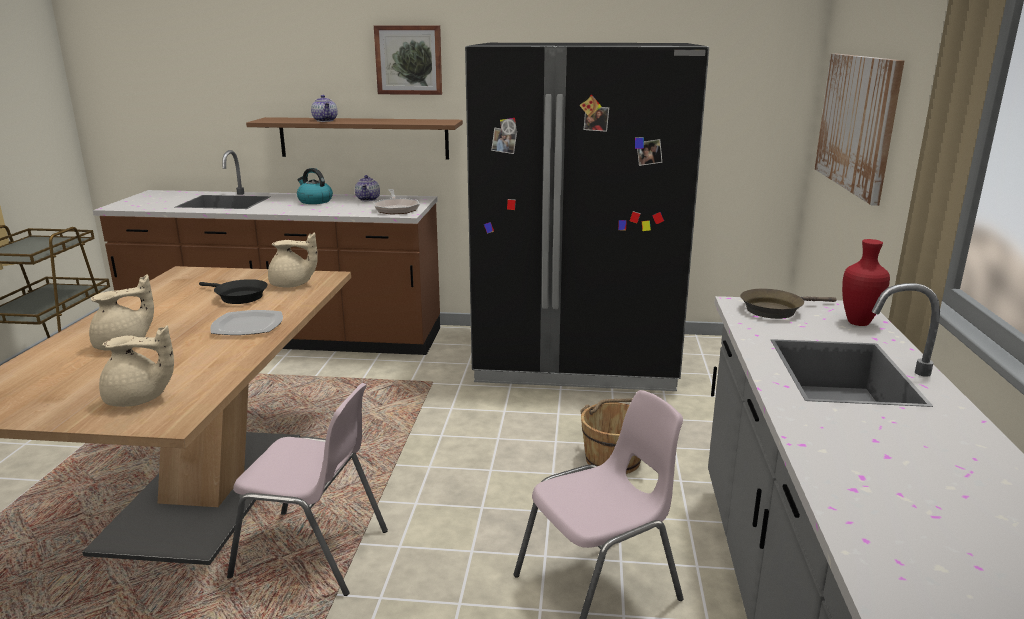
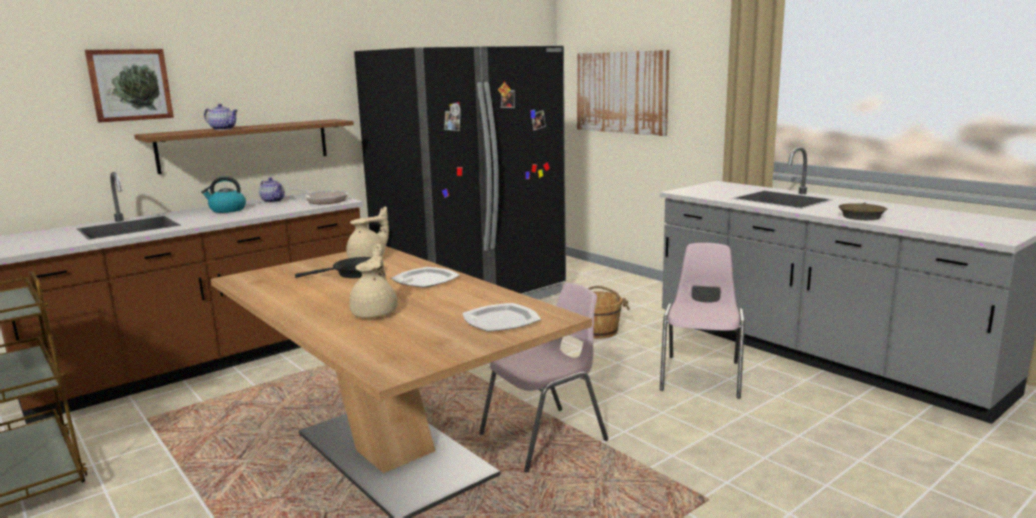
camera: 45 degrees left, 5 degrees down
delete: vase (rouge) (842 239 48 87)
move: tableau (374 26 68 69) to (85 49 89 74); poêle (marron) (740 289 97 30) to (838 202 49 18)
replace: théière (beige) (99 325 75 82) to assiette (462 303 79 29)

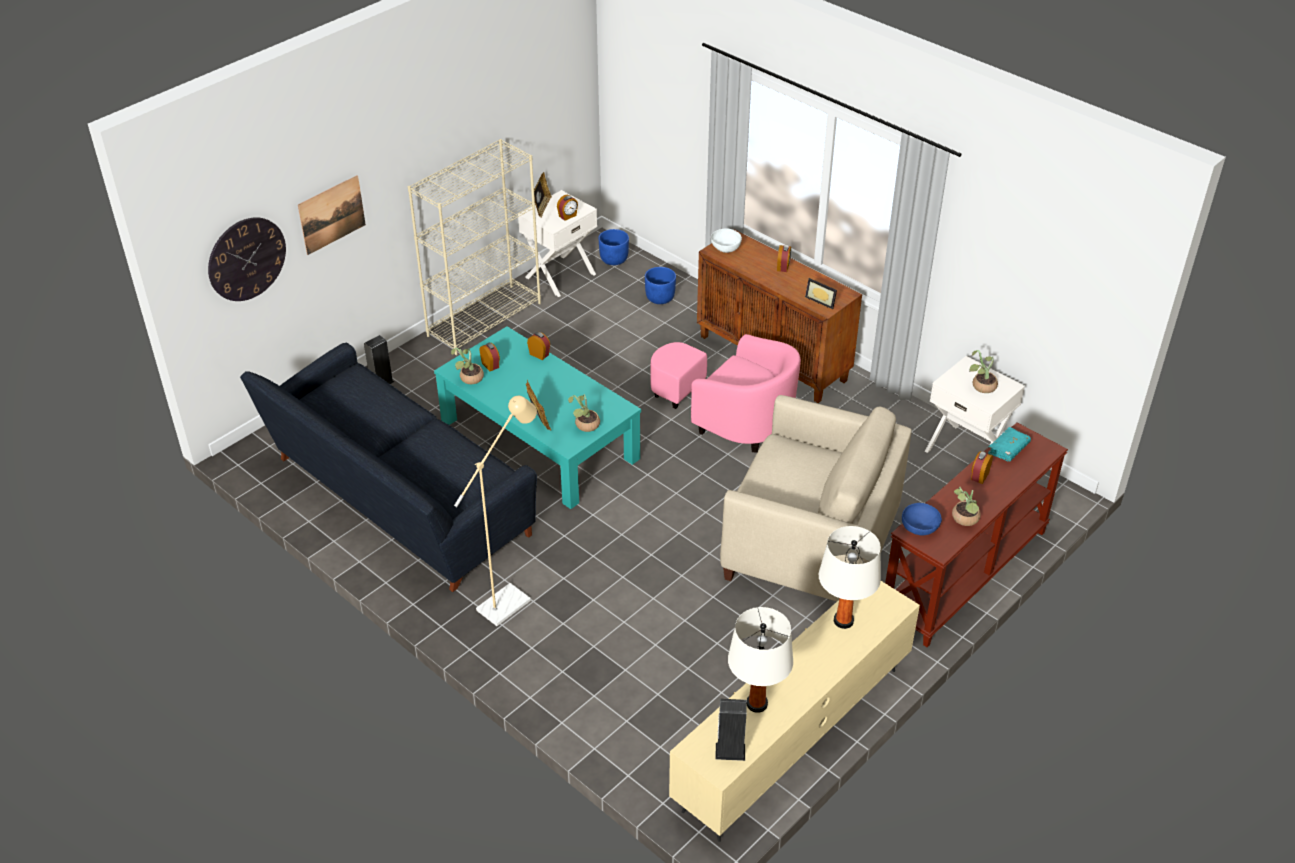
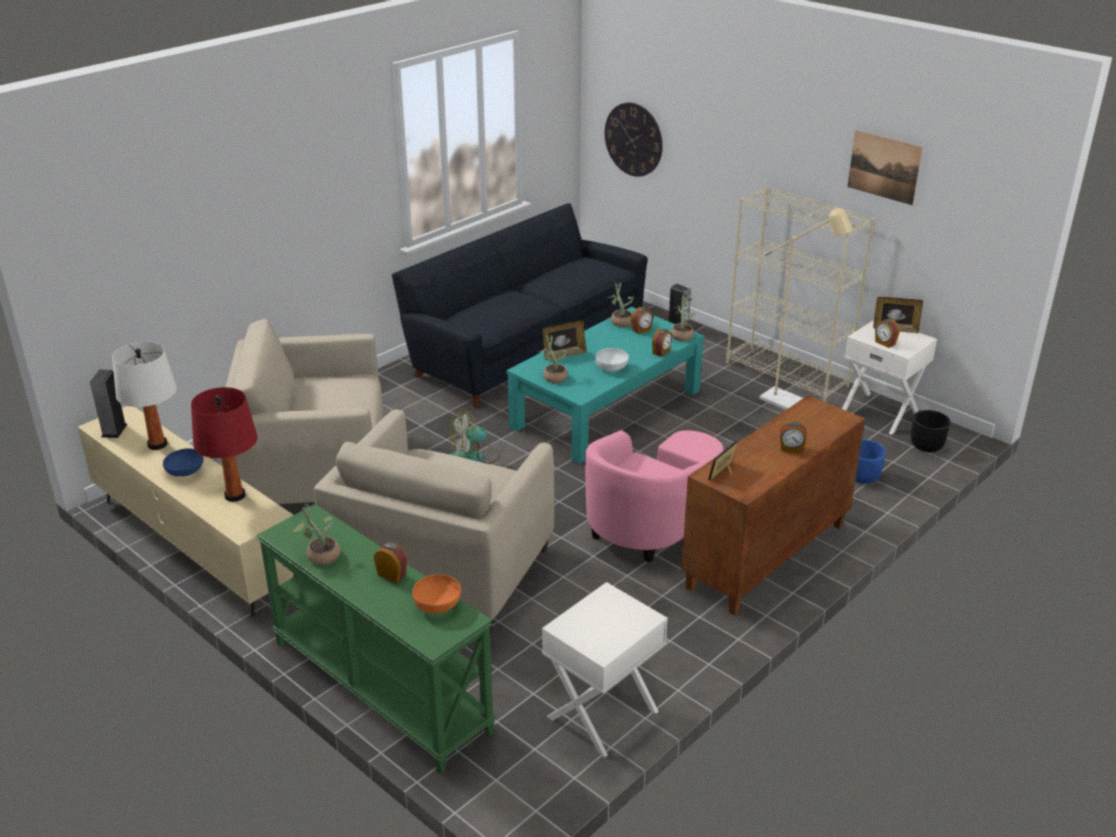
camera: 90 degrees right, 10 degrees down
insert: fauteuil (beige) (225 319 158 185); ventilateur (449 410 51 54)
move: tableau (298 175 68 80) to (848 130 75 75); lampadaire (beige) (454 396 83 230) to (759 206 94 204); bol (blanc) (711 229 31 24) to (595 348 34 24); bol (bleu) (902 503 40 32) to (163 448 41 28); plante en pot (969 350 29 43) to (671 295 26 46)
replace: livre (turquoise) (988 427 43 35) to bol (orange) (412 574 49 40)
recolor: cache-pot (bleu) (598 229 31 36) to cache-pot (noir) (911 410 40 42); lampe de table (blanc) (819 526 62 103) to lampe de table (rouge) (191 387 66 115); table console (marron) (885 422 183 225) to table console (vert) (257 504 239 270)

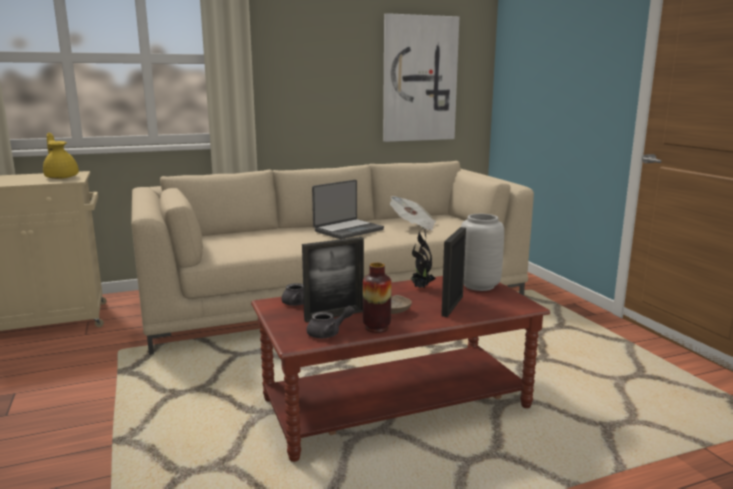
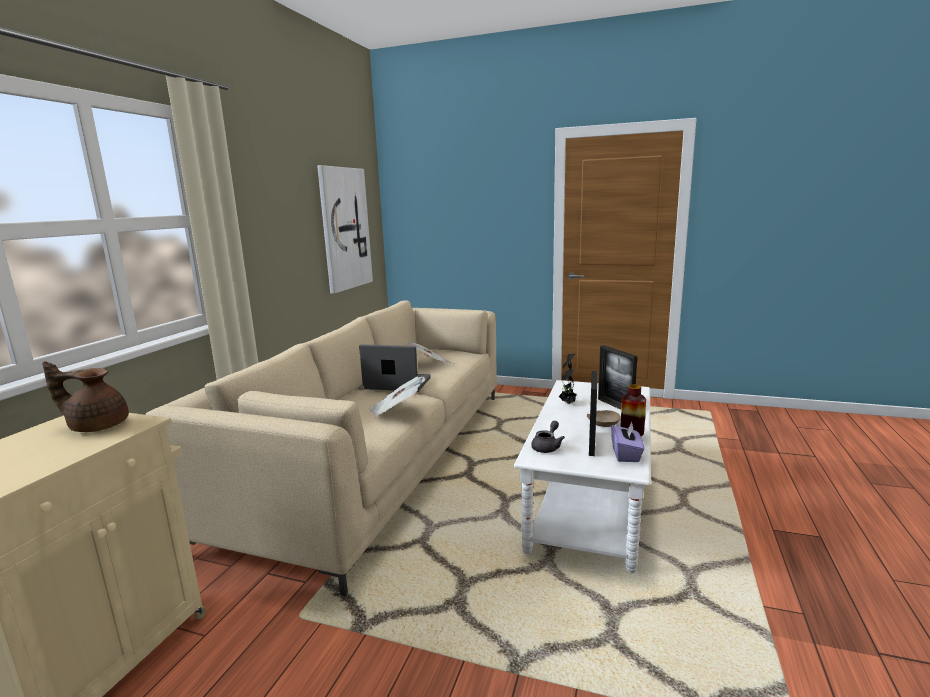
camera: 50 degrees left, 0 degrees up
delete: vase (gris) (461 214 43 77)
insert: journal (369 377 56 40)
replace: théière (gris) (307 306 48 32) to boîte à mouchoirs (violet) (611 422 33 40)
recolor: théière (jaune) (43 133 36 46) to théière (marron) (42 361 87 71); table basse (marron) (251 276 299 186) to table basse (blanc) (513 380 138 193)
rotate: ordinateur portable (312 180 72 59) = (359 344 72 48) 75 degrees counterclockwise

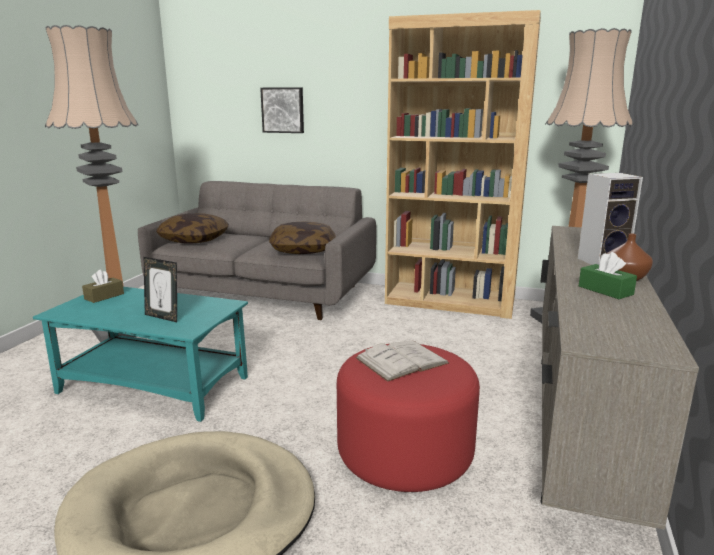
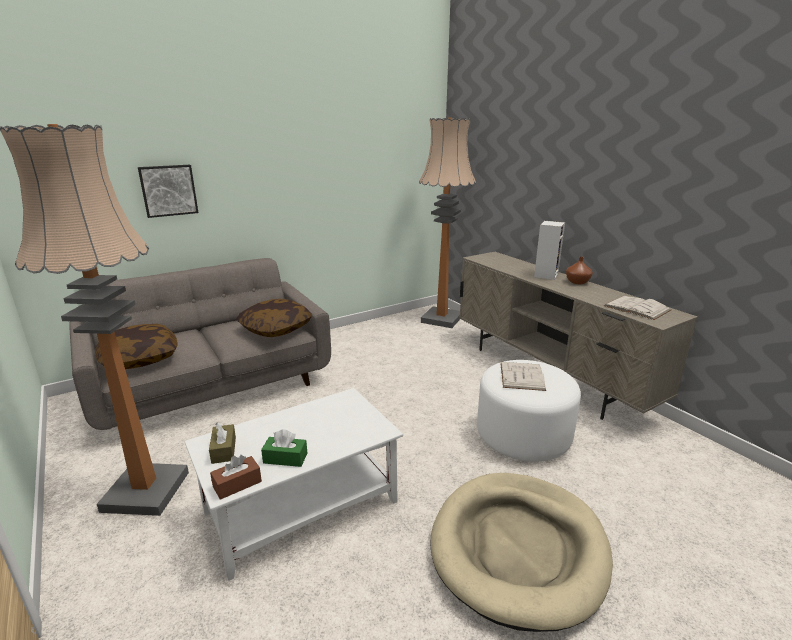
camera: 50 degrees left, 5 degrees up
delete: cadre photo (144 257 33 65); bibliothèque (marron) (385 10 156 309)
insert: boîte à mouchoirs (marron) (210 455 52 45); livre (blanc) (604 296 67 24)
move: boîte à mouchoirs (vert) (579 252 58 47) to (261 430 47 37)
recolor: table basse (turquoise) (33 287 215 135) to table basse (blanc) (185 388 218 193); pouf (rouge) (337 344 143 148) to pouf (blanc) (477 360 104 102)

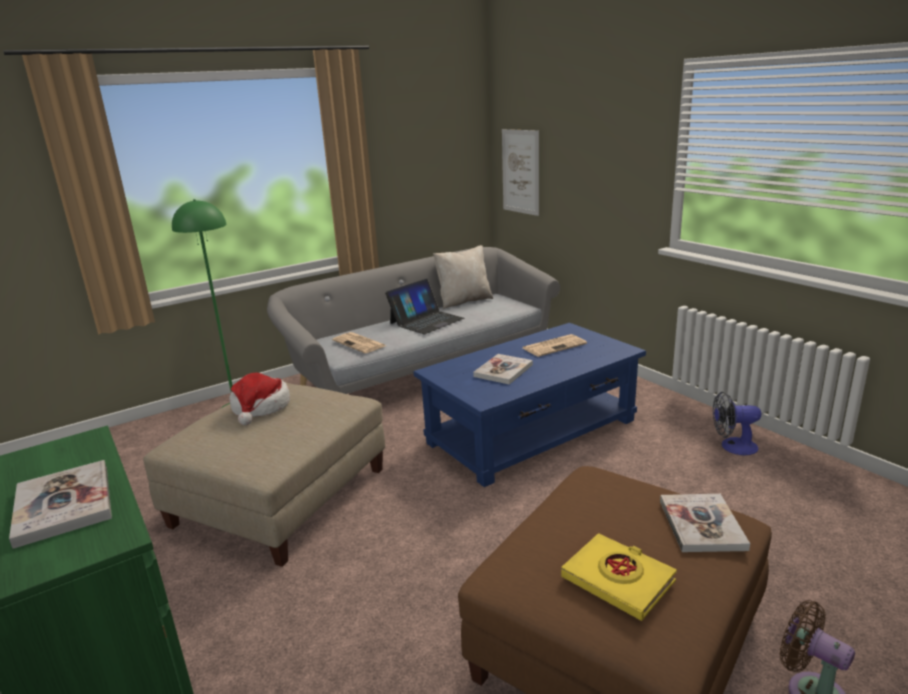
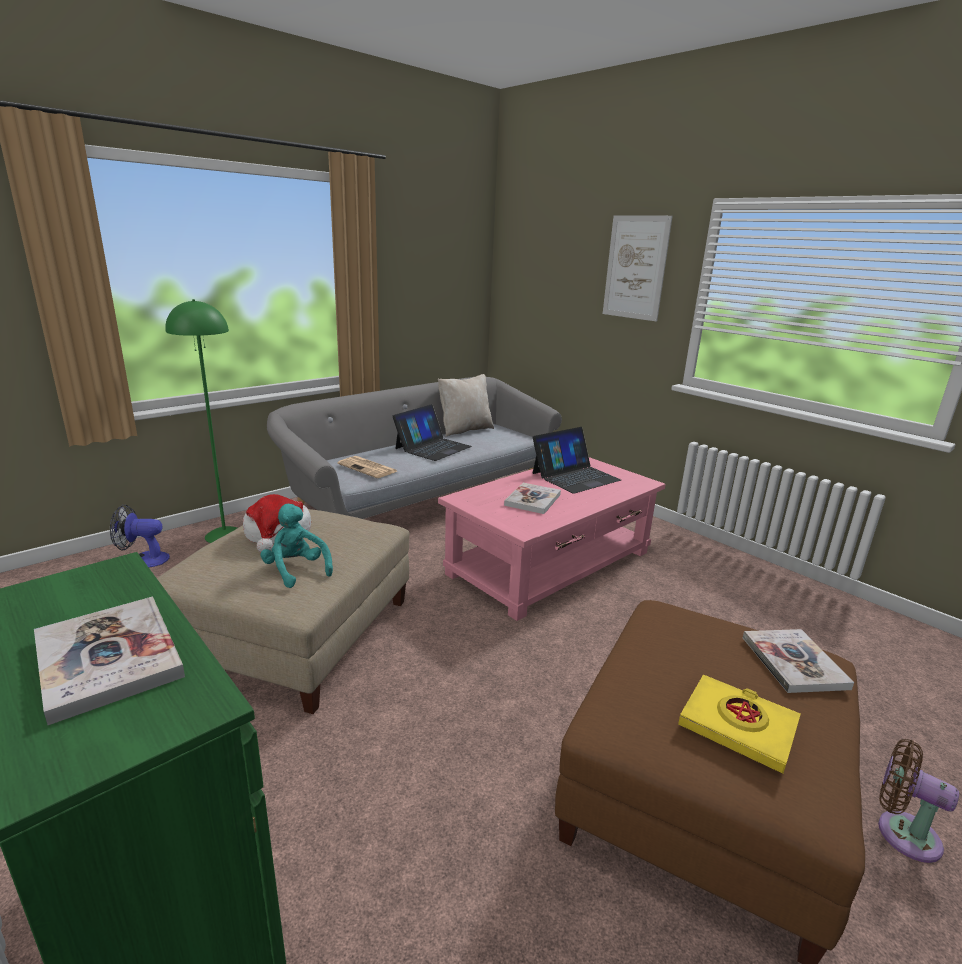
camera: 10 degrees left, 0 degrees up
insert: peluche (turquoise) (260 504 73 84)
move: tableau (502 129 37 87) to (603 215 70 107); ventilateur (713 392 48 63) to (110 505 60 63)
replace: journal (523 334 64 23) to ordinateur portable (533 427 88 66)
recolor: table basse (bleu) (413 323 233 164) to table basse (rose) (438 457 228 164)

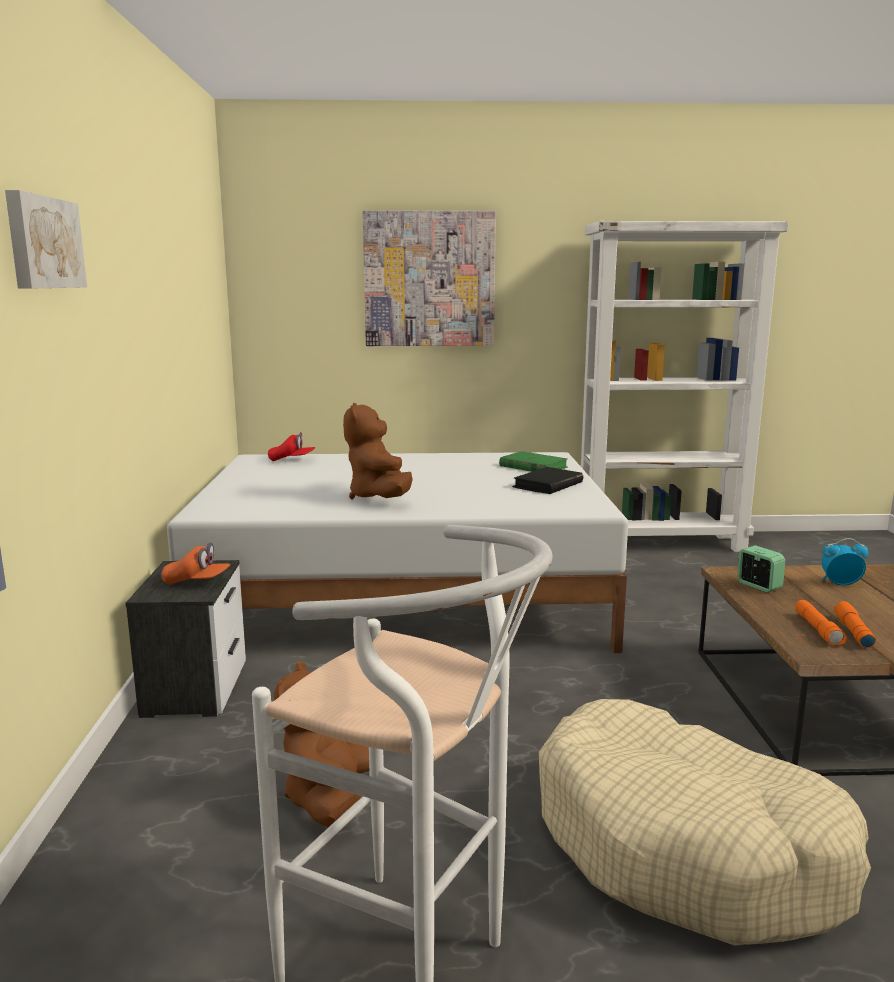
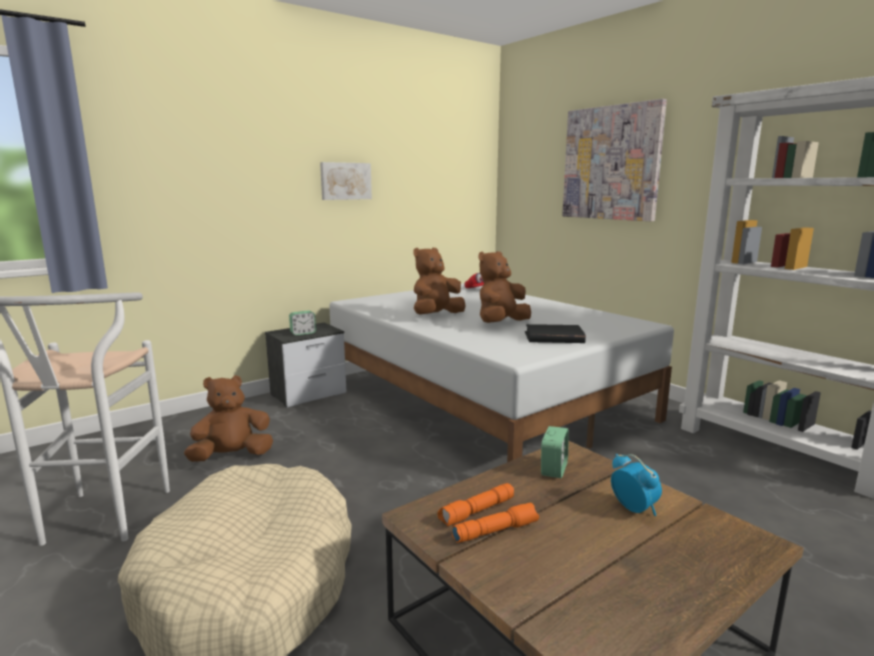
camera: 55 degrees right, 0 degrees up
delete: livre (vert) (499 451 69 21)
insert: peluche (marron) (479 251 52 72)
move: tableau (5 190 82 98) to (320 162 52 38)
replace: casquette (orange) (162 542 69 43) to réveil (289 311 27 24)

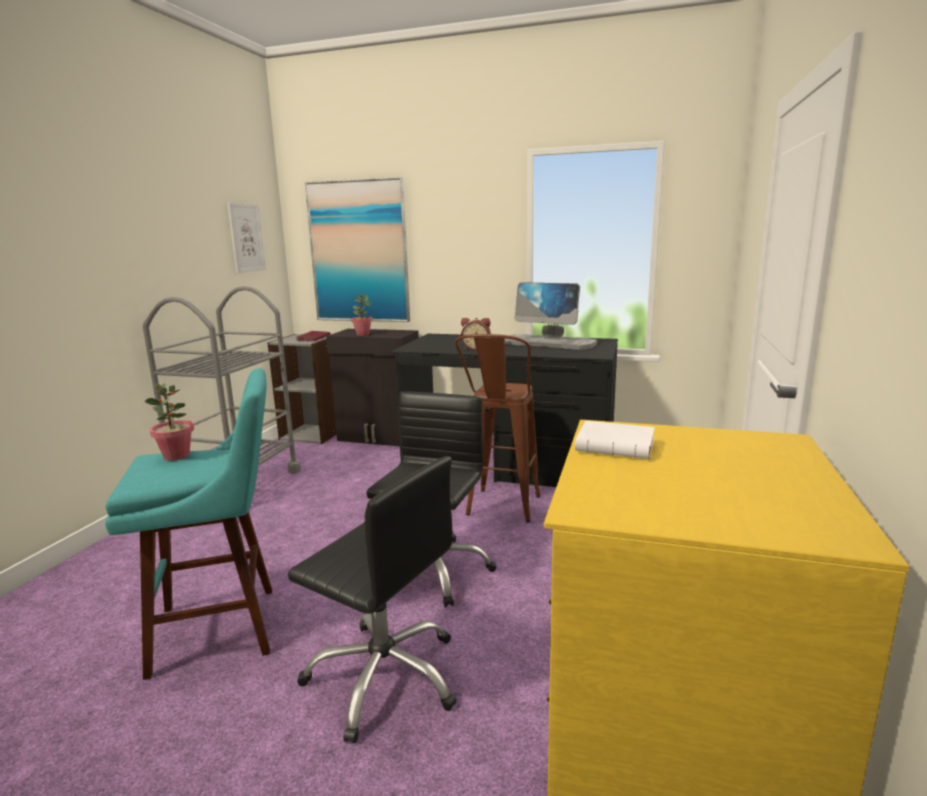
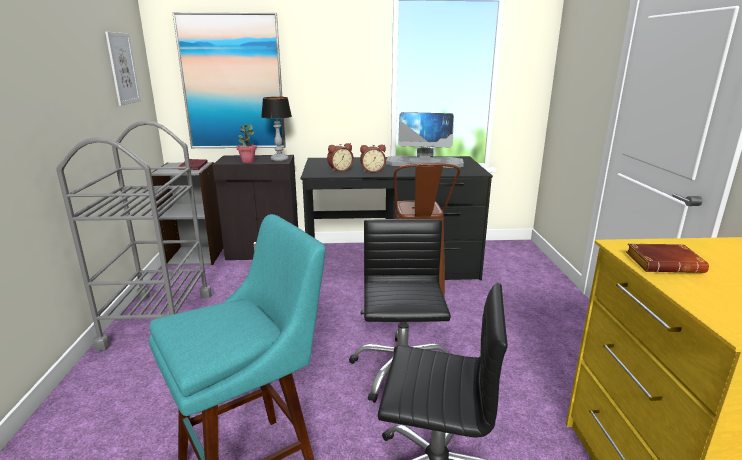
camera: 20 degrees left, 5 degrees up
delete: plante en pot (144 383 50 78)
insert: lampe de table (261 97 31 65); réveil (327 143 27 29)
recolor: livre (blanc) (575 421 80 38) to livre (marron) (626 244 83 29)

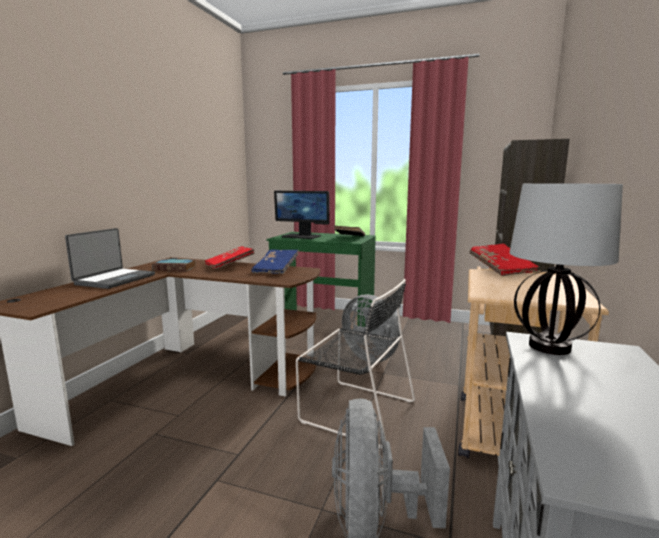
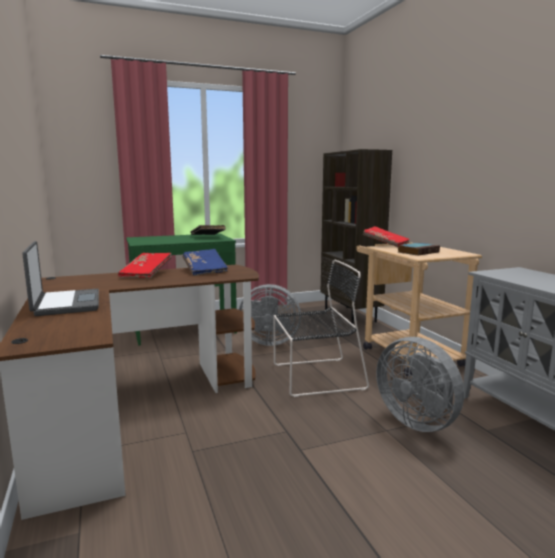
camera: 40 degrees left, 0 degrees up
delete: écran d'ordinateur (274 191 56 48); lampe de table (509 183 114 172)
move: livre (152 259 44 13) to (398 243 42 13)

